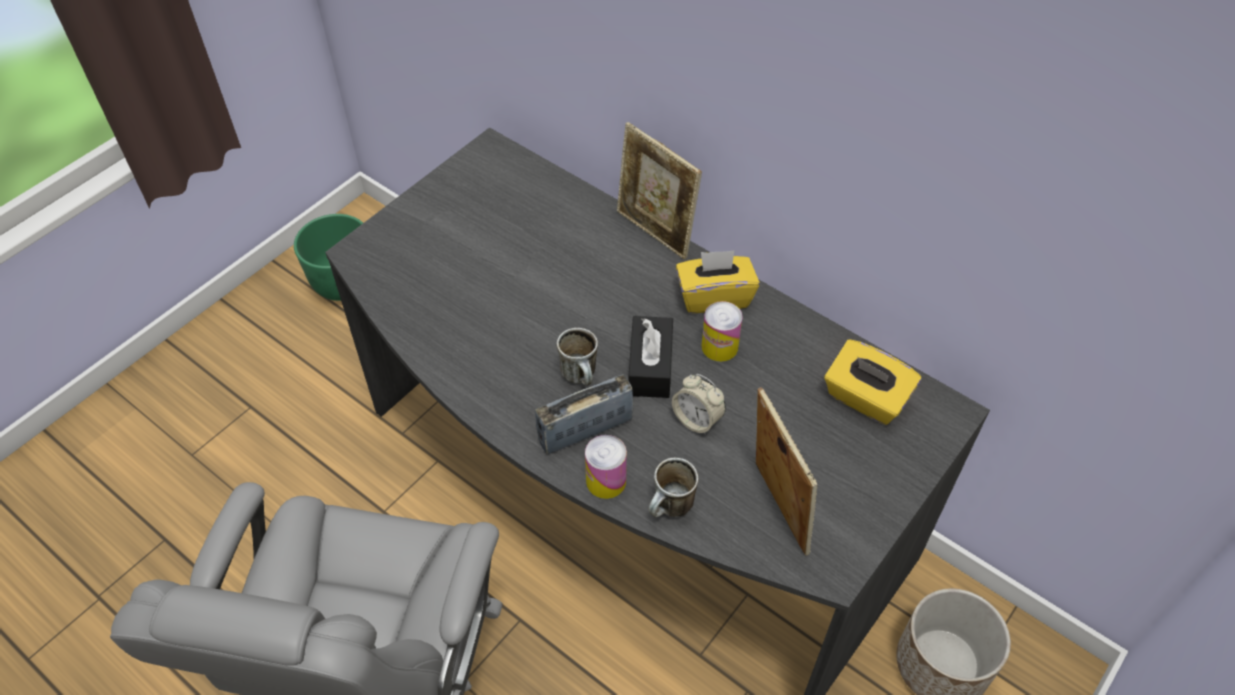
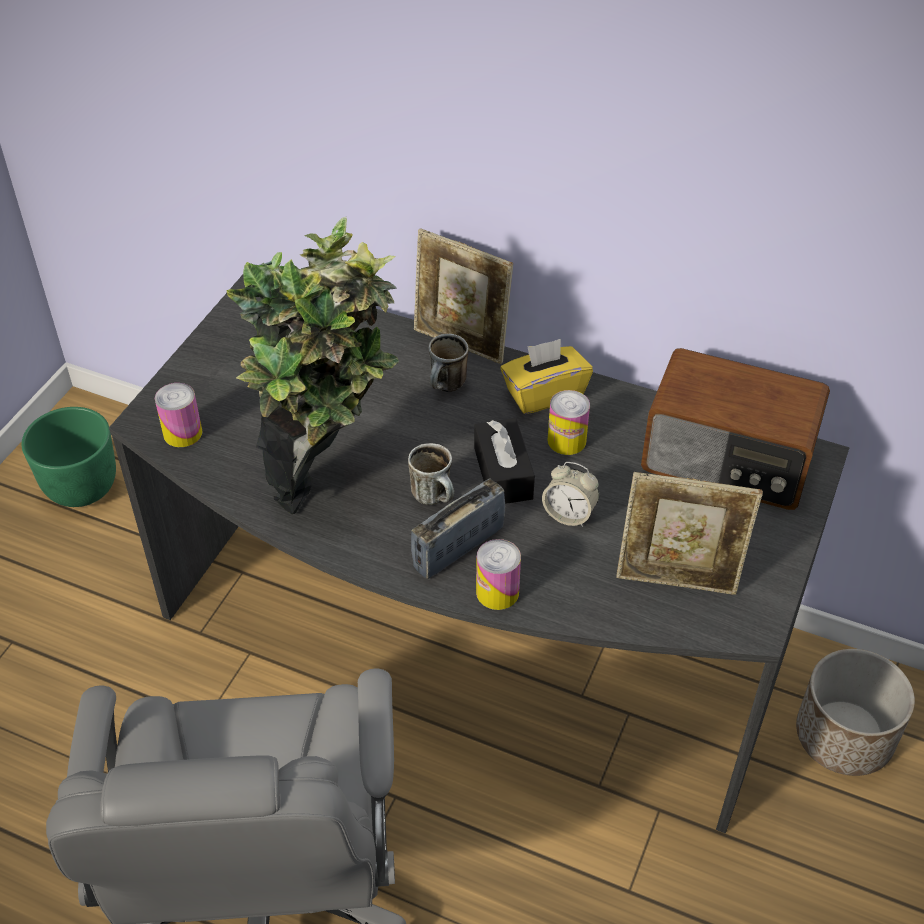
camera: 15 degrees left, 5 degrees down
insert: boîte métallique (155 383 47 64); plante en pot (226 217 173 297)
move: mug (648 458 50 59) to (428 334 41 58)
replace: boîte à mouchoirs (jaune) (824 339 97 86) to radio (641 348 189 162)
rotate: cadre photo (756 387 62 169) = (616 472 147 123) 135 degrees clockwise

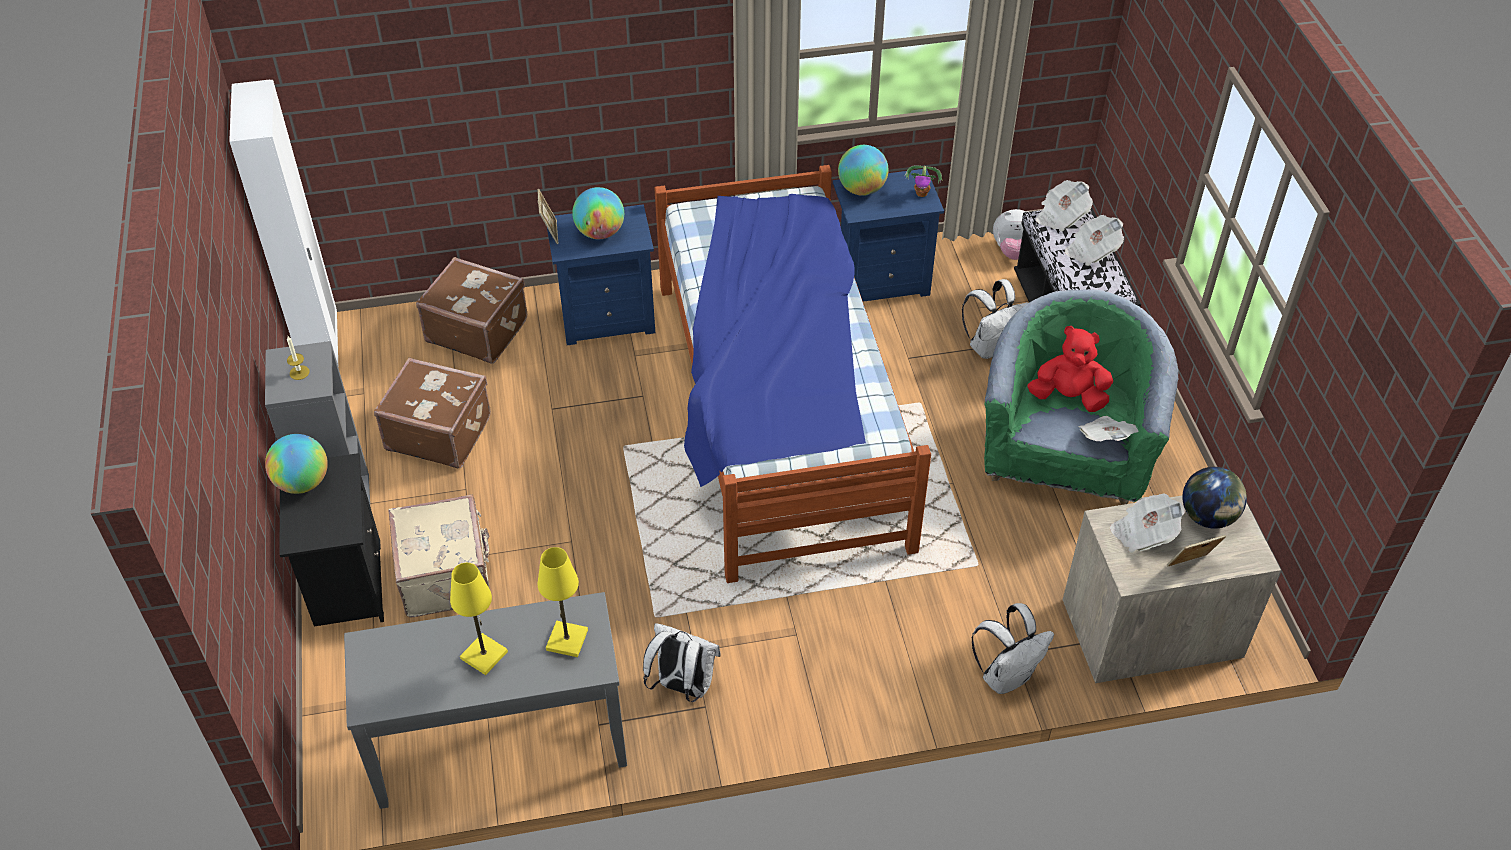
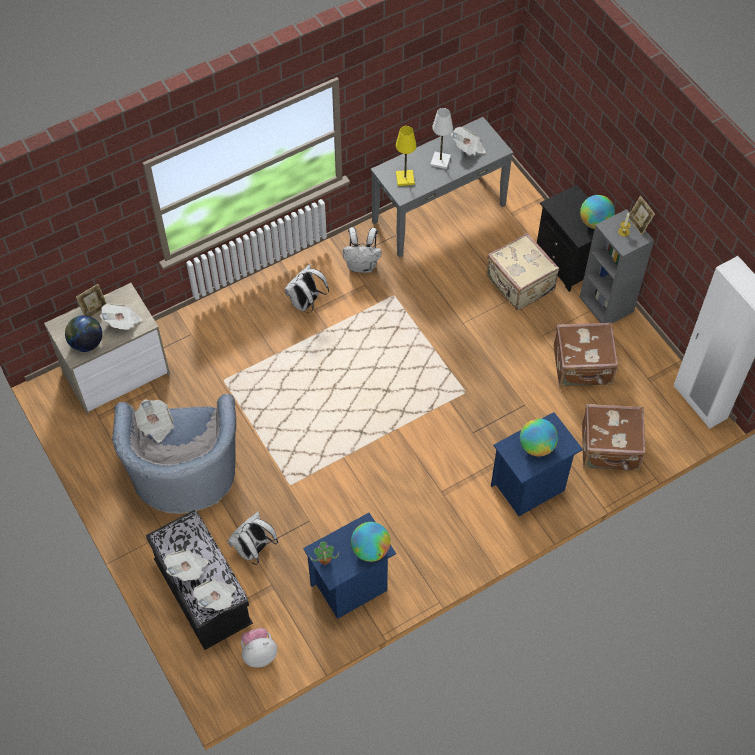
camera: 160 degrees right, 10 degrees up
delete: lit (654 165 277 418); peluche (rouge) (1027 326 86 86)
insert: journal (451 127 35 28)
move: cadre photo (537 189 21 55) to (629 196 26 39); sac à dos (blanc) (972 603 82 91) to (285 264 44 49)
recolor: lampe de table (jaune) (450 563 58 112) to lampe de table (blanc) (430 108 23 61); fauteuil (vert) (984 289 195 216) to fauteuil (gris) (112 394 124 120)

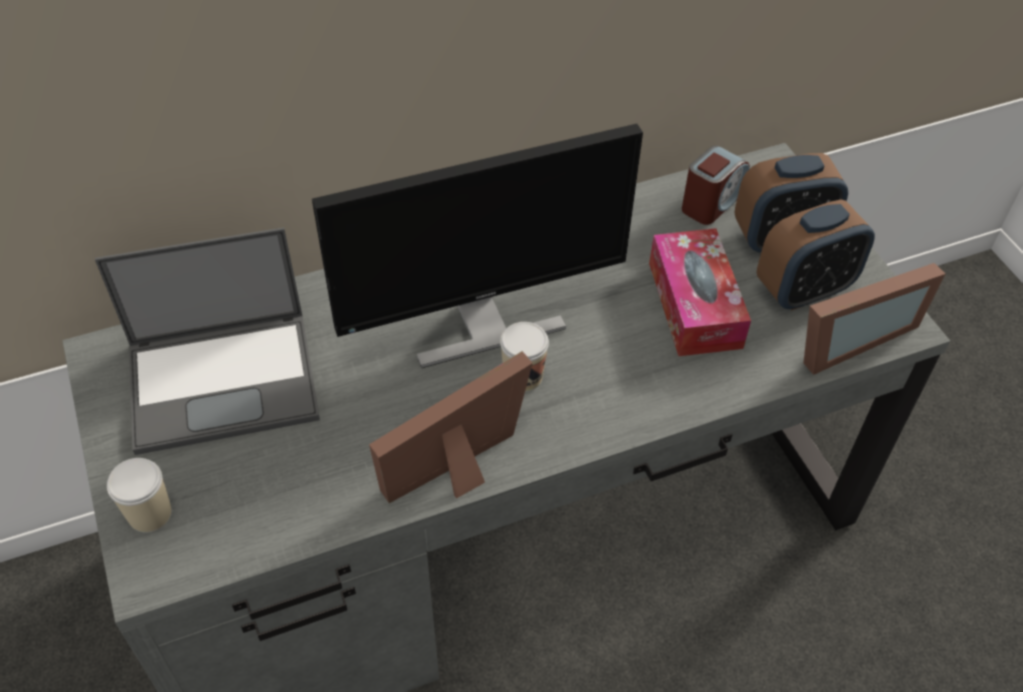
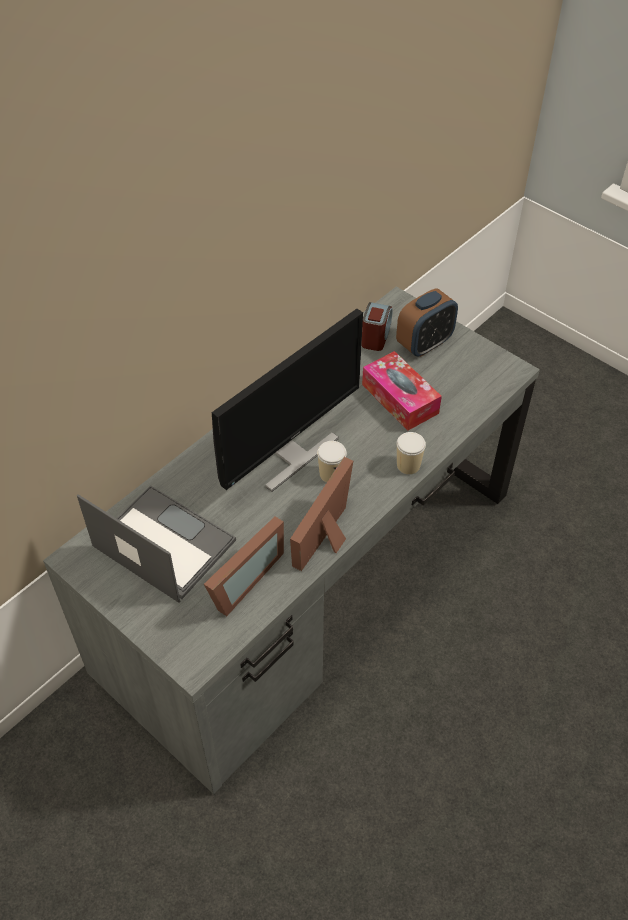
camera: 25 degrees left, 0 degrees up
delete: réveil (757 200 118 111)
move: tasse (107 458 65 74) to (397 432 29 43); cadre photo (803 263 142 112) to (204 517 80 99)
rotate: ordinateur portable (95 227 225 228) = (77 485 159 118) 105 degrees counterclockwise

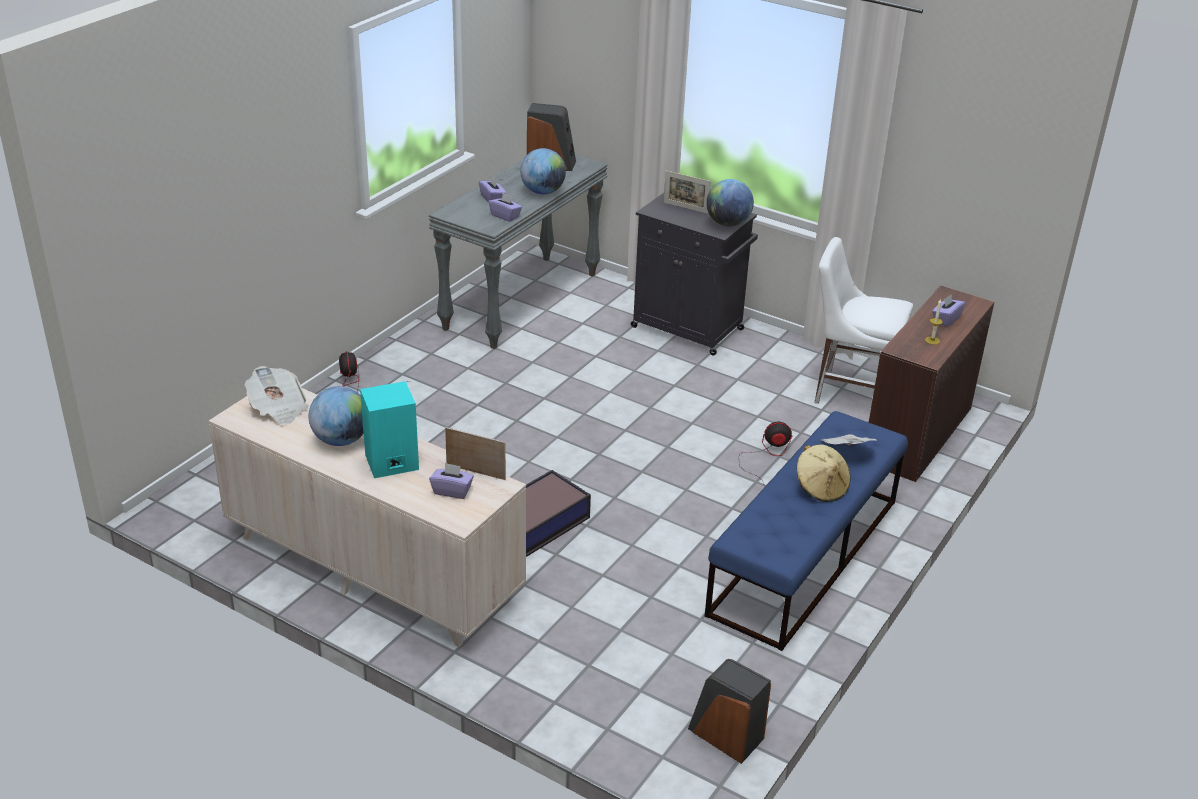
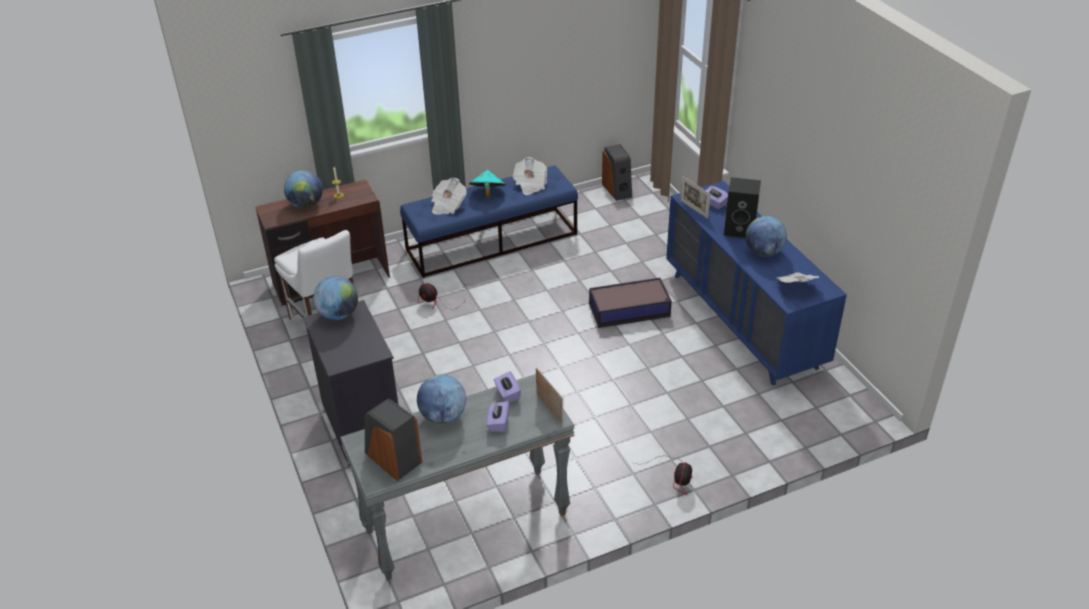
camera: 145 degrees left, 5 degrees up
insert: journal (513 157 34 38)
move: cadre photo (664 171 47 43) to (536 367 27 58)
replace: boîte à mouchoirs (violet) (932 294 33 32) to globe (284 170 39 38)
recolor: commode (beige) (209 388 317 259) to commode (bleu) (666 181 181 204); enceinte (turquoise) (360 381 59 97) to enceinte (noir) (724 177 37 61); chapeau (beige) (797 444 54 58) to chapeau (turquoise) (469 170 37 28)

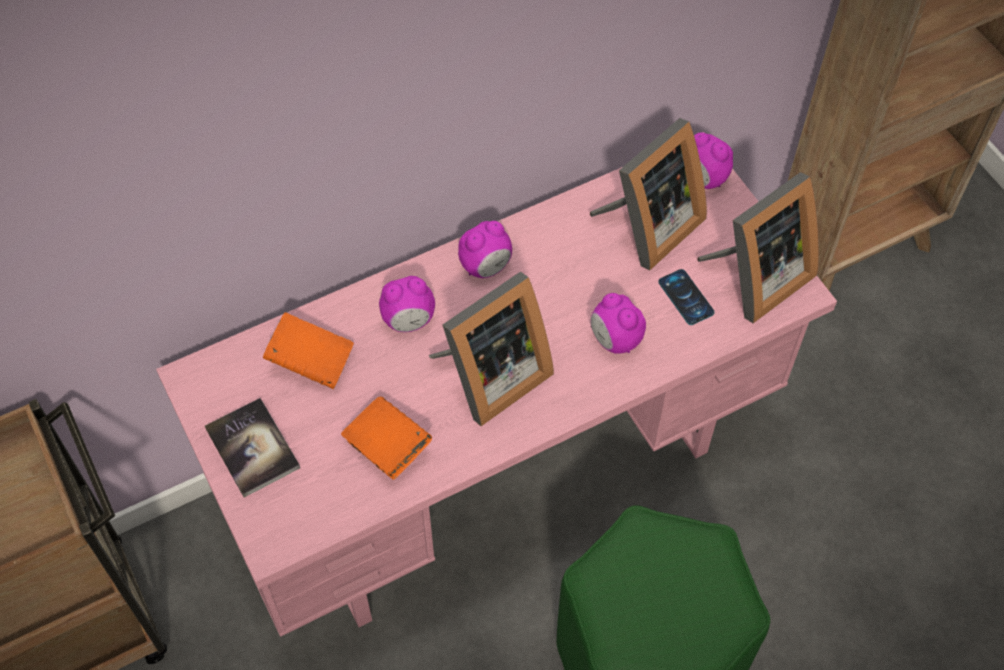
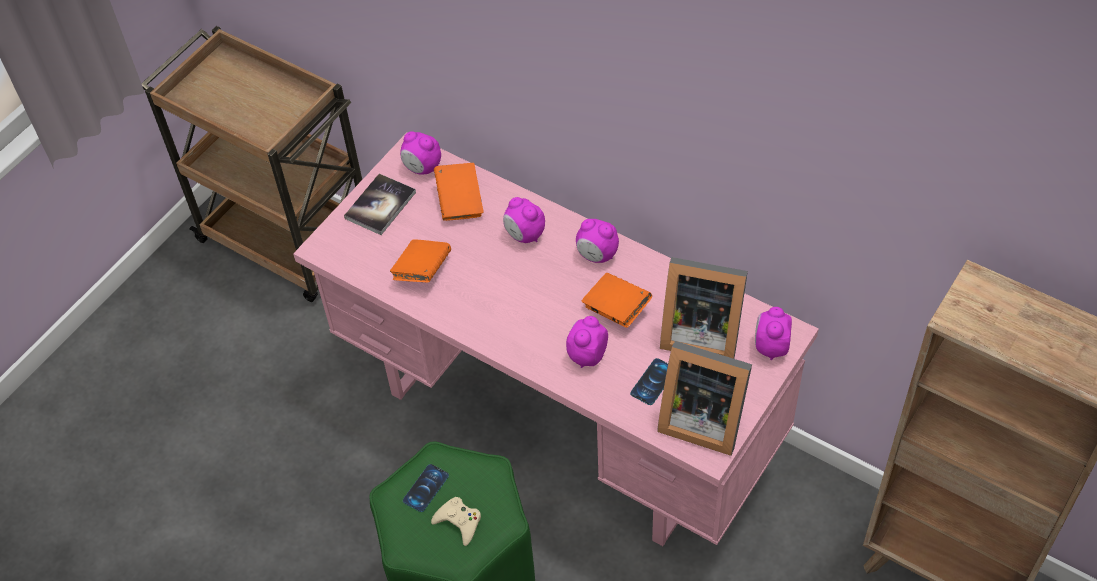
camera: 65 degrees right, 5 degrees down
delete: cadre photo (429 271 125 155)
insert: réveil (400 131 41 43); téléphone (403 464 46 48); manette (beige) (431 497 50 49); livre (orange) (581 273 71 55)

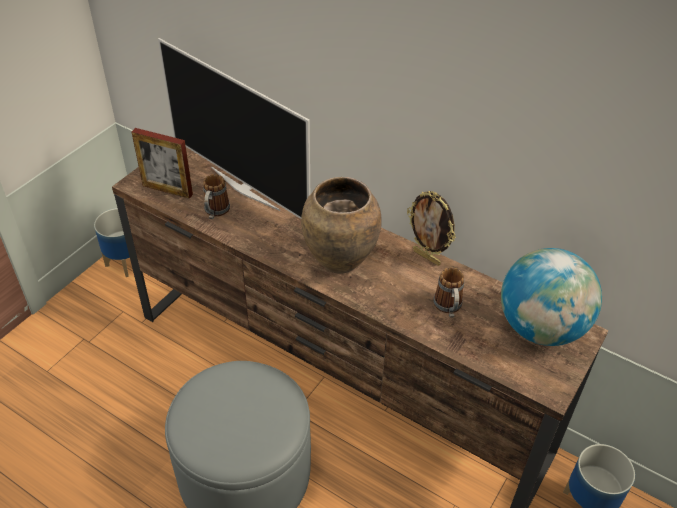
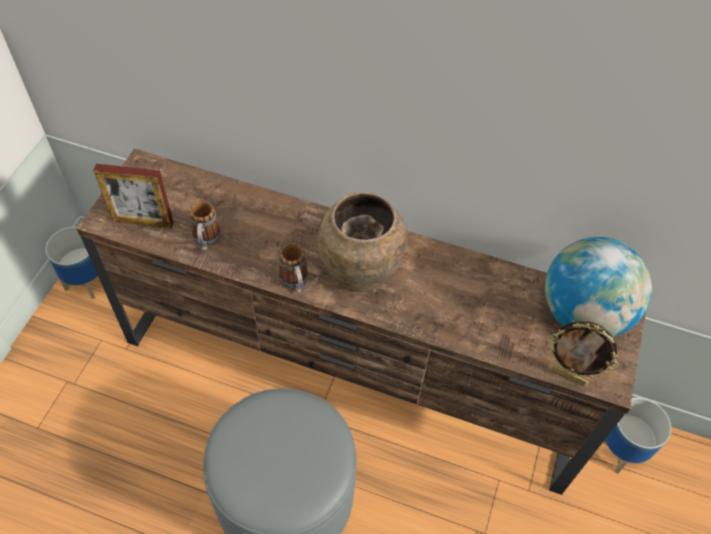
camera: 15 degrees left, 10 degrees up
delete: téléviseur (158 38 152 181)
move: cadre photo (407 191 49 75) to (548 321 71 65); mug (433 267 31 51) to (278 243 31 51)

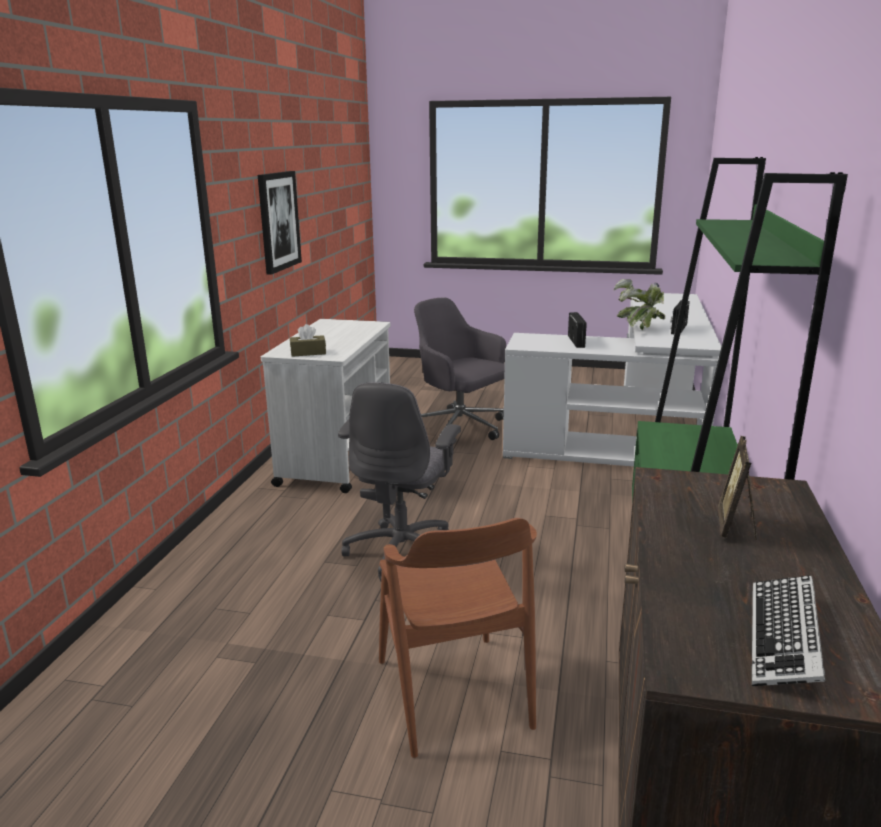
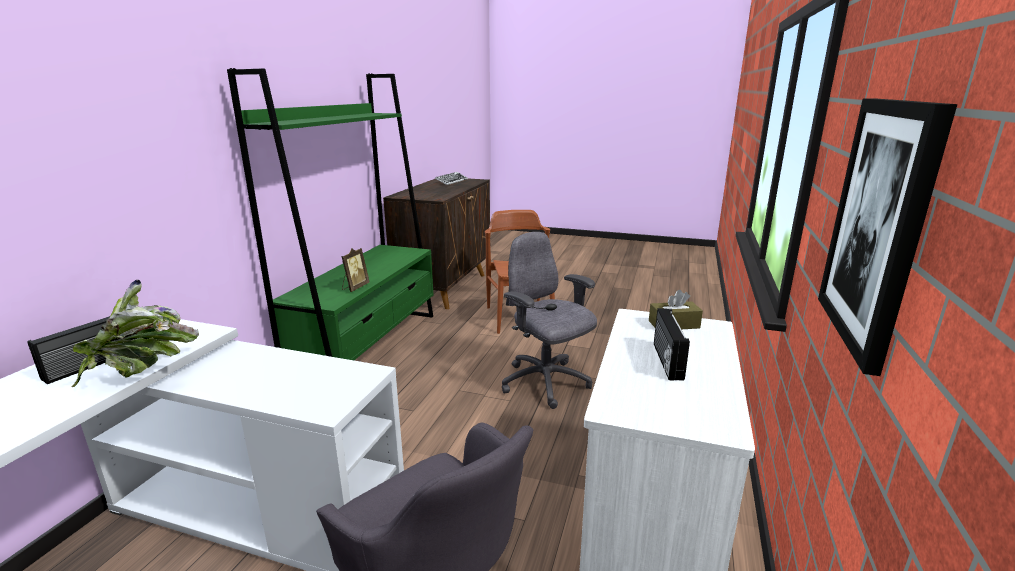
camera: 175 degrees left, 0 degrees up
move: radio (568 312 19 36) to (654 308 36 73); cadre photo (718 436 39 104) to (341 248 28 44)
rotate: chaise de bureau (gris) (338 382 123 200) = (502 232 95 177) 60 degrees counterclockwise

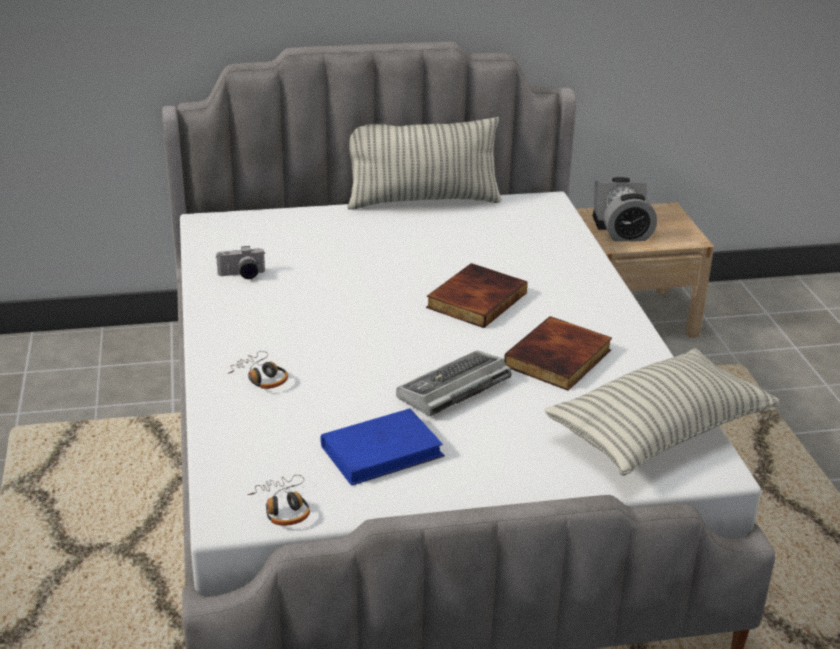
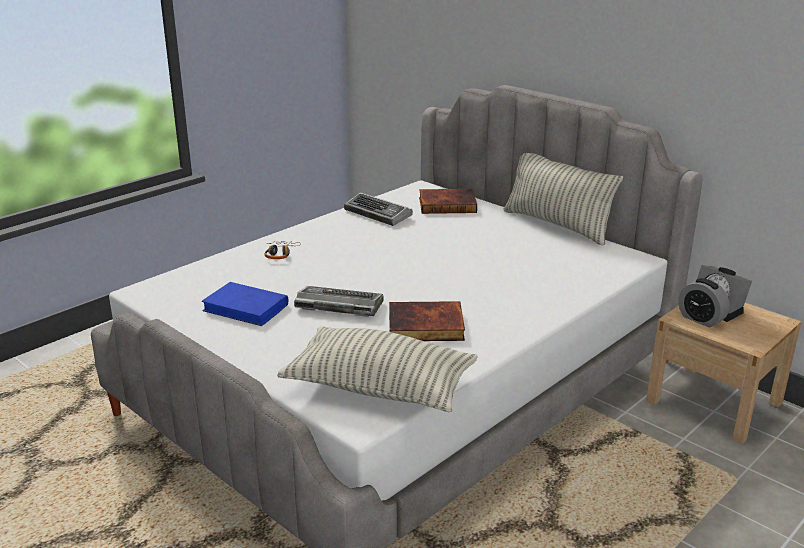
camera: 55 degrees right, 5 degrees down
delete: casque audio (247 475 63 51)
move: livre (426 263 101 65) to (419 189 58 25)
replace: appareil photo (216 246 49 33) to clavier (344 192 69 34)

